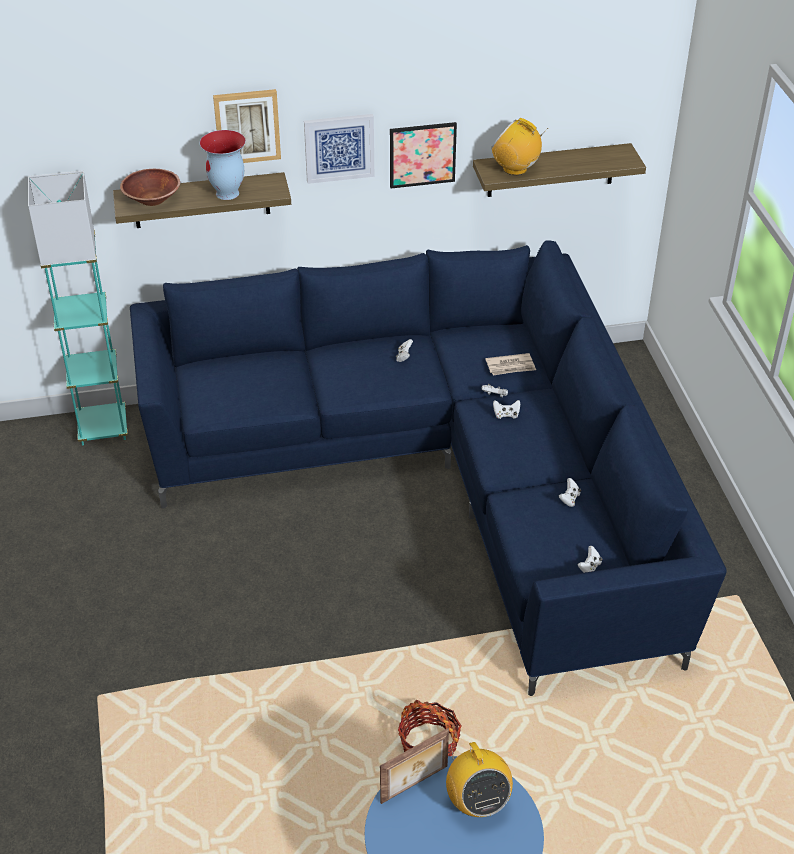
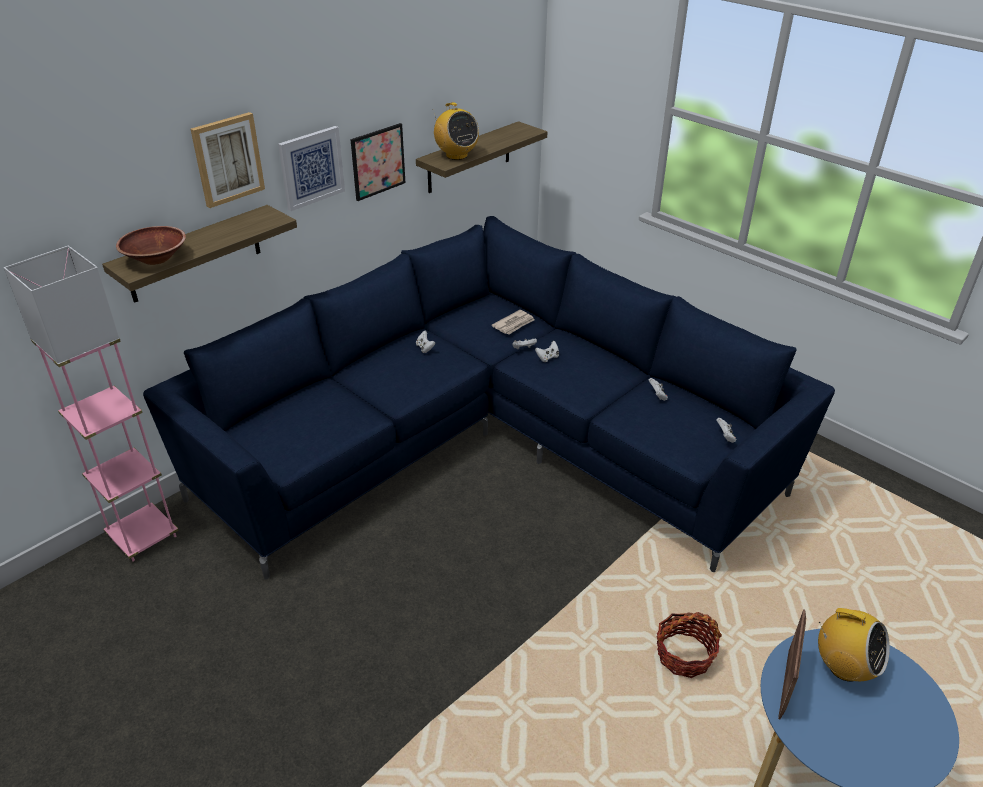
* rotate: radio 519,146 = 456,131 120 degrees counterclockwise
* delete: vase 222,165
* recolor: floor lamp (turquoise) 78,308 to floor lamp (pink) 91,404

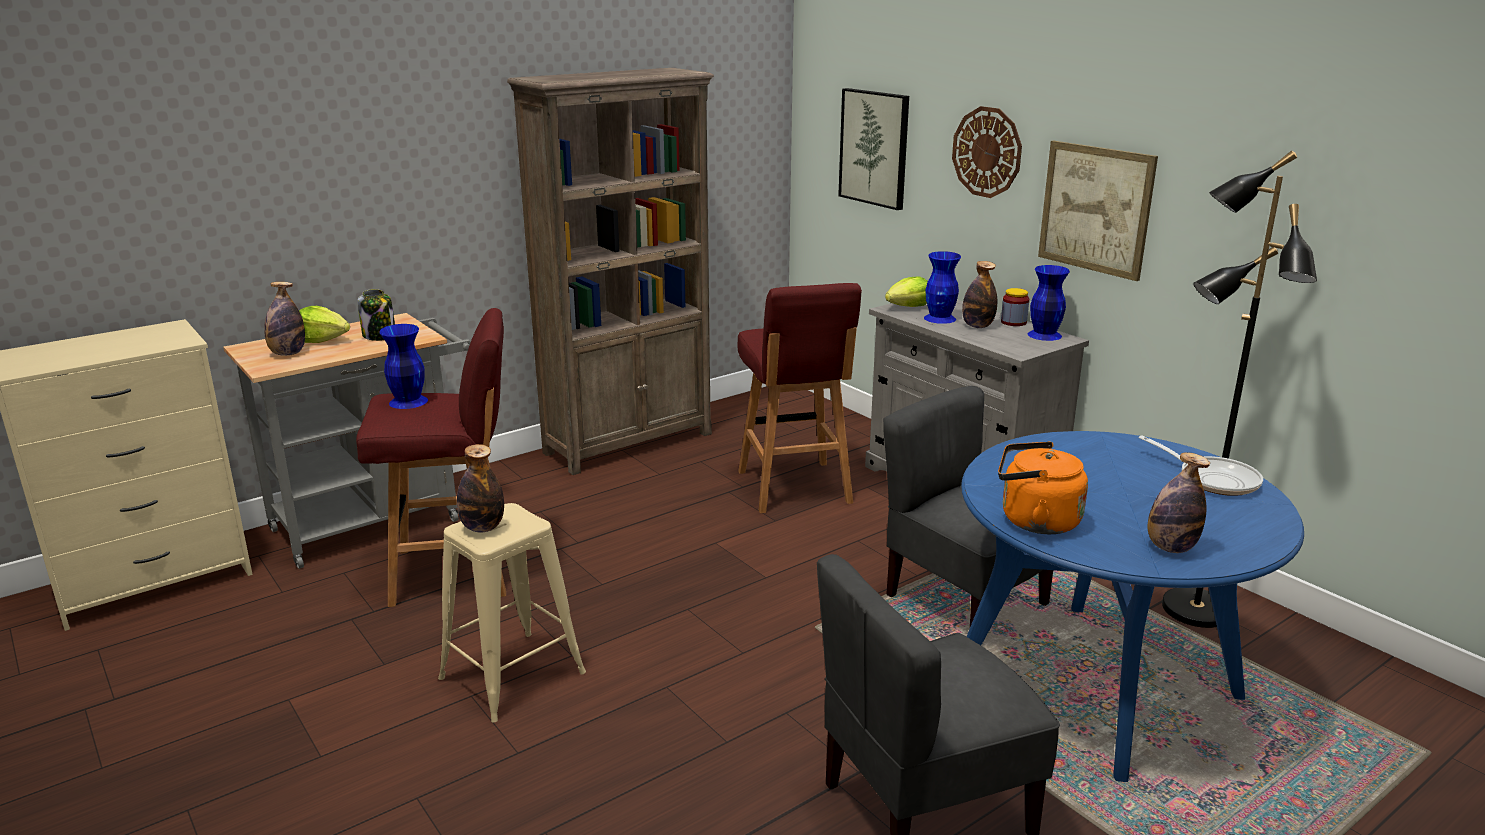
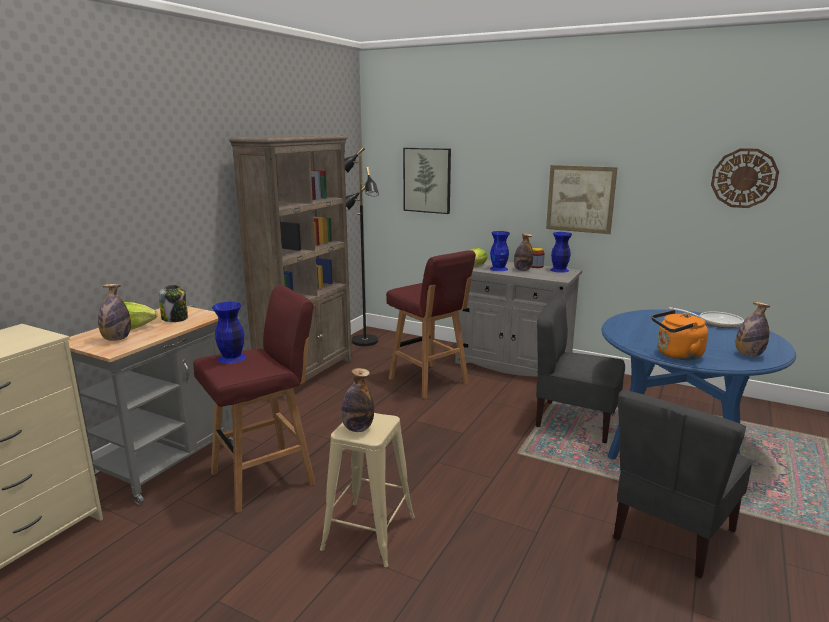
* move: wall clock 987,152 to 745,178
* move: floor lamp (black) 1239,389 to 362,246

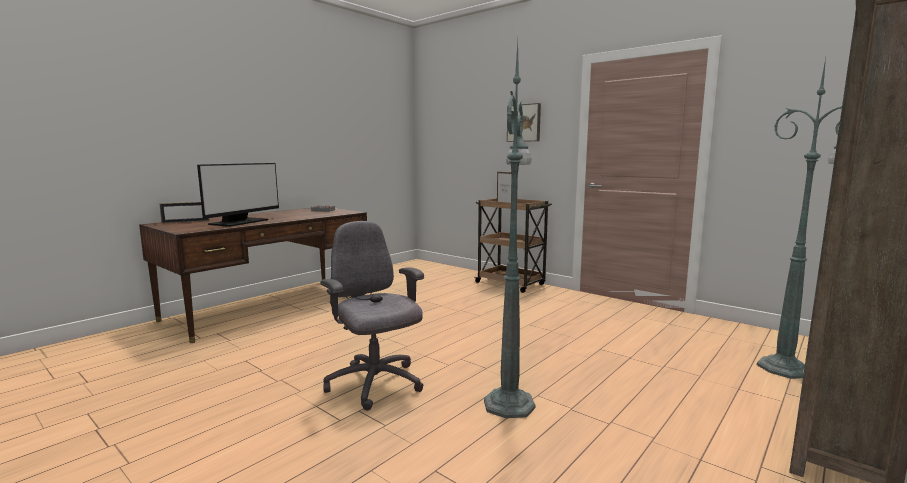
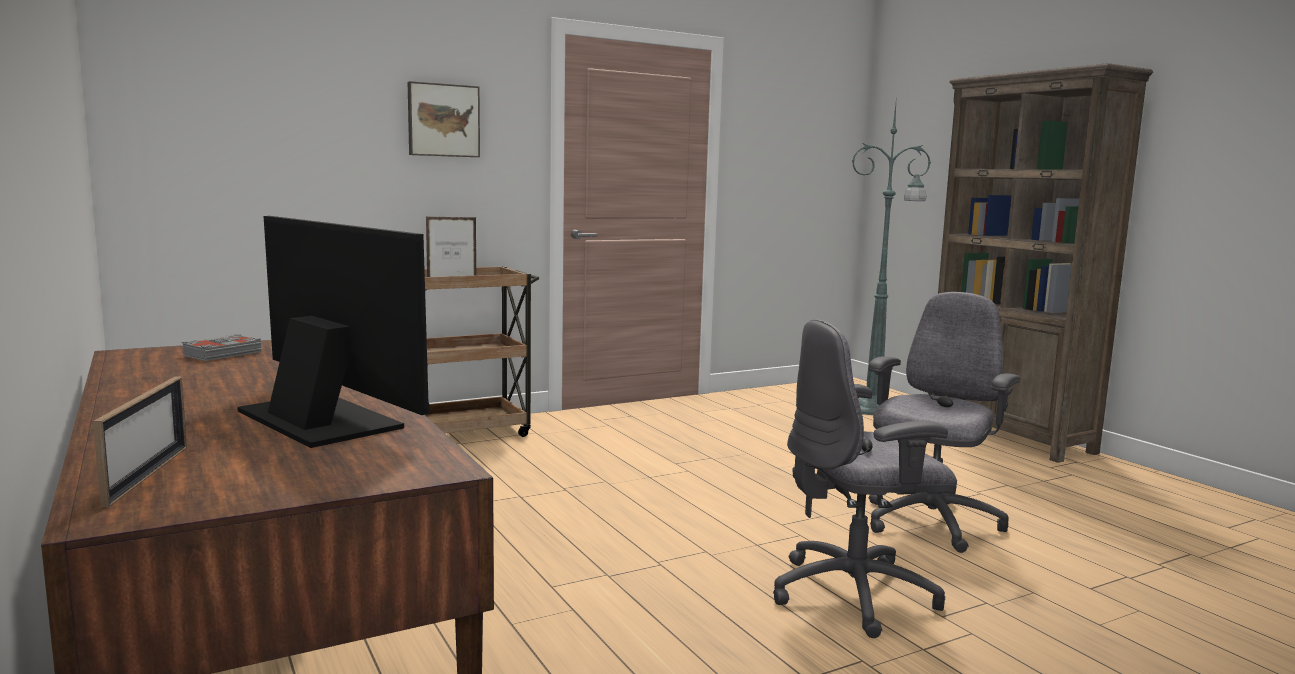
* replace: floor lamp (green) 509,229 to office chair (grey) 945,422

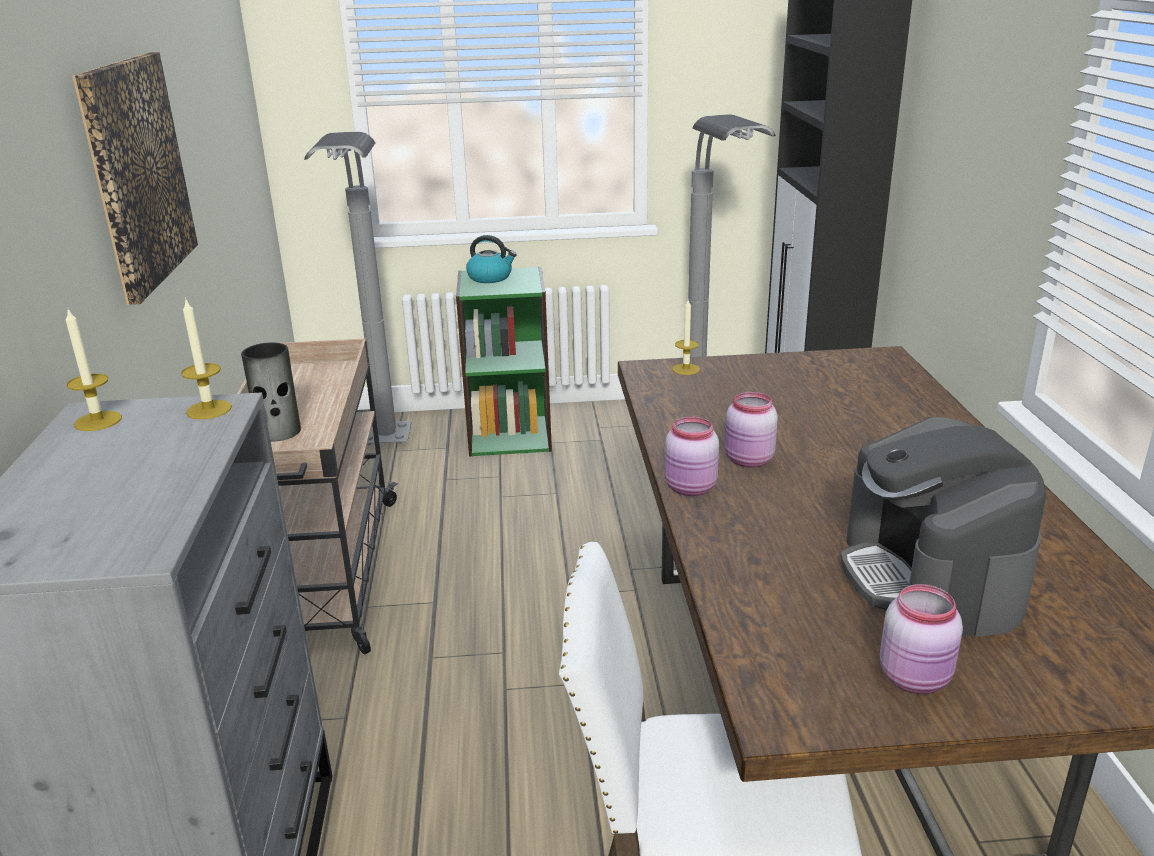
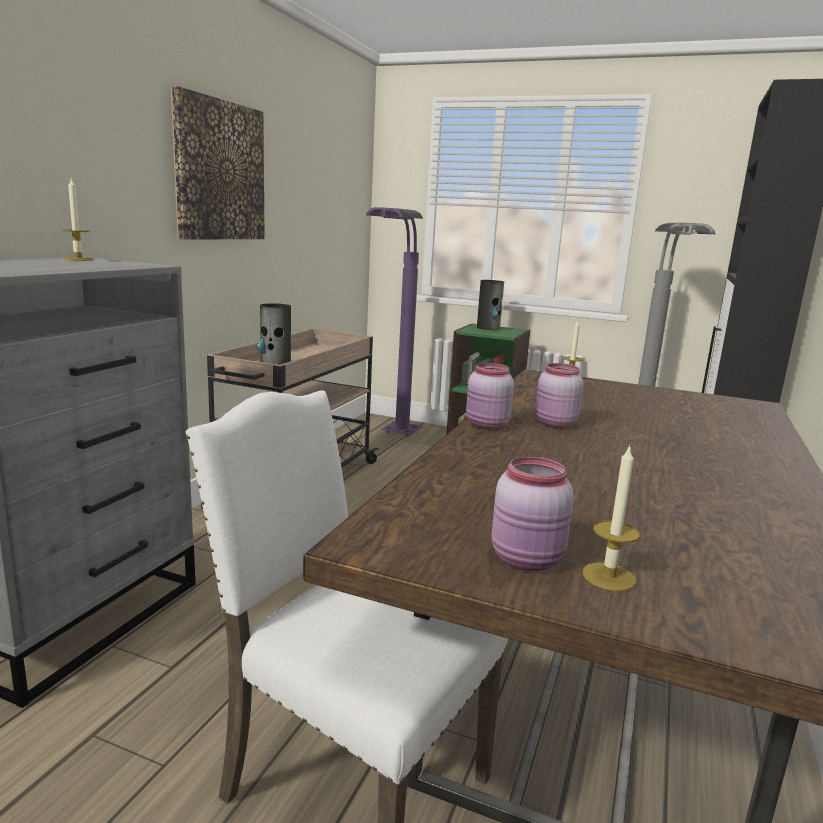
* recolor: floor lamp (grey) 358,289 to floor lamp (purple) 394,322
* replace: kettle 491,259 to vase 490,305
* move: candle 206,358 to 611,517
* delete: coffee machine 943,527

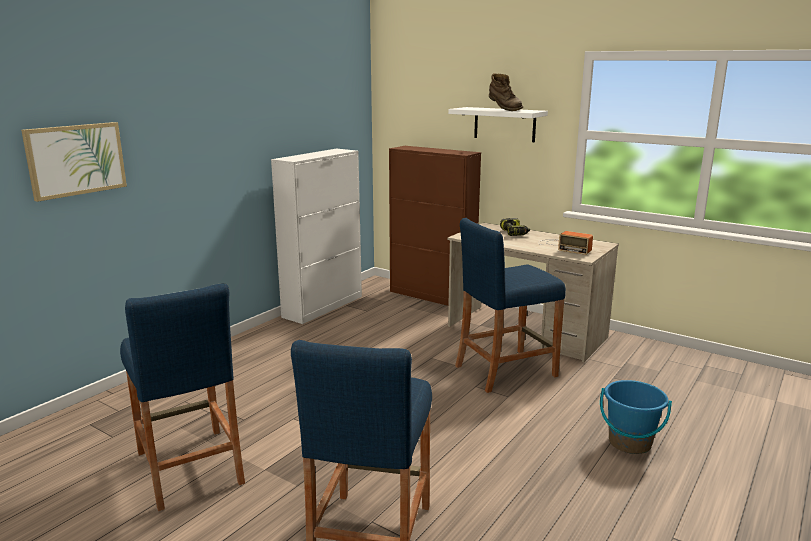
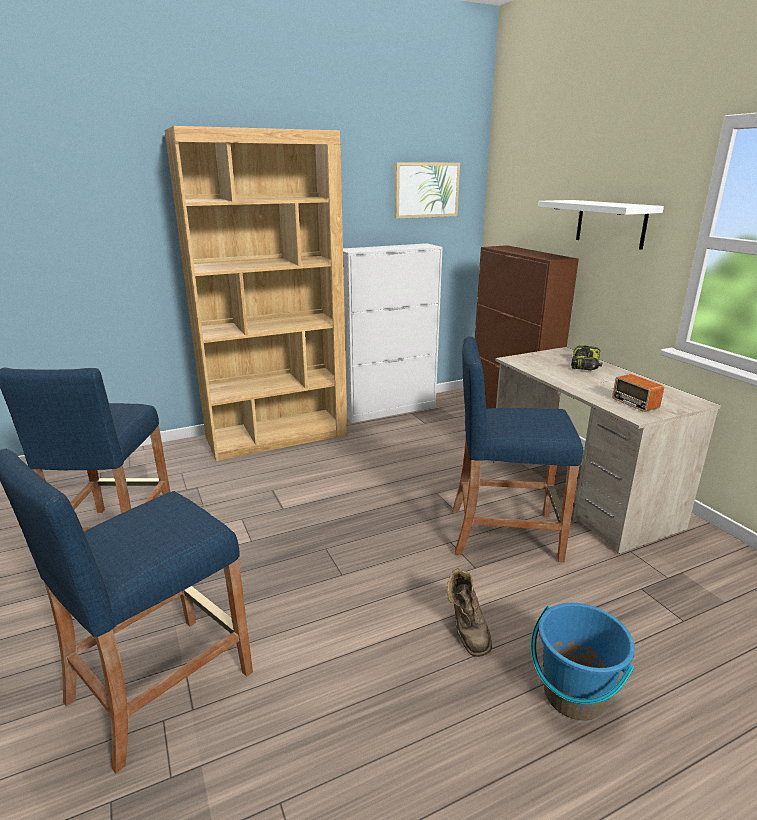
* move: boot (brown) 506,92 to 469,612
* move: picture 74,162 to 427,190
* insert: bookcase (brown) 256,293

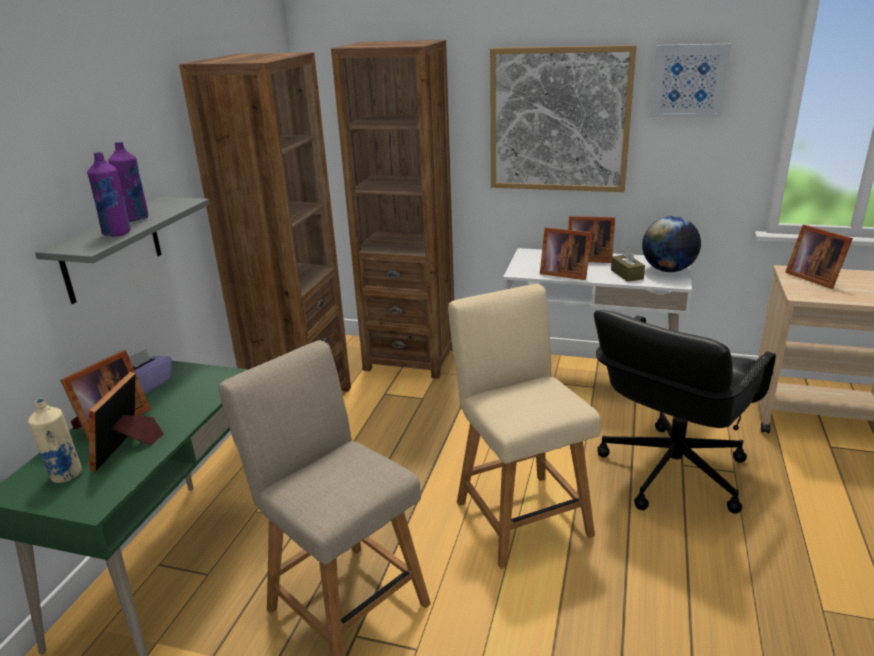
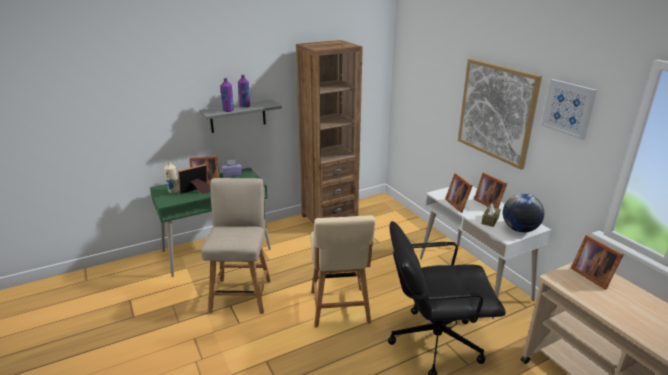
* delete: bookcase (brown) 392,209
* rotate: picture frame 819,257 = 597,262 45 degrees counterclockwise
* rotate: chair (beige) 524,426 = 343,271 150 degrees clockwise

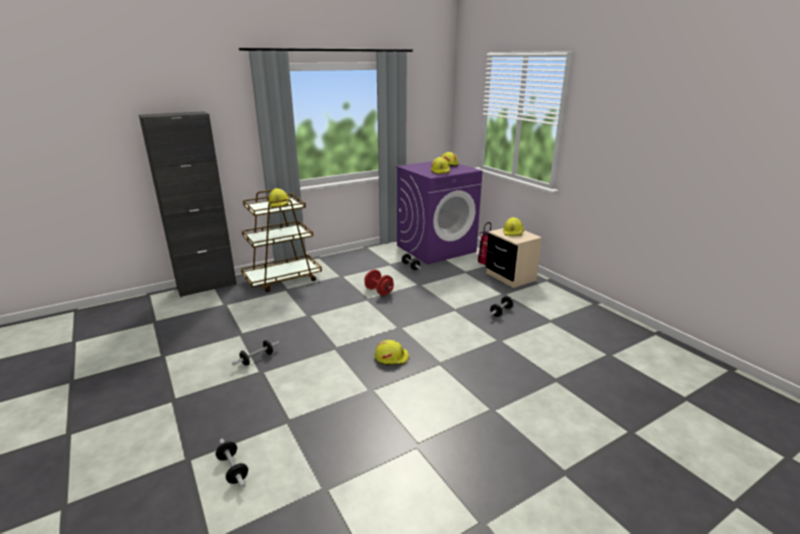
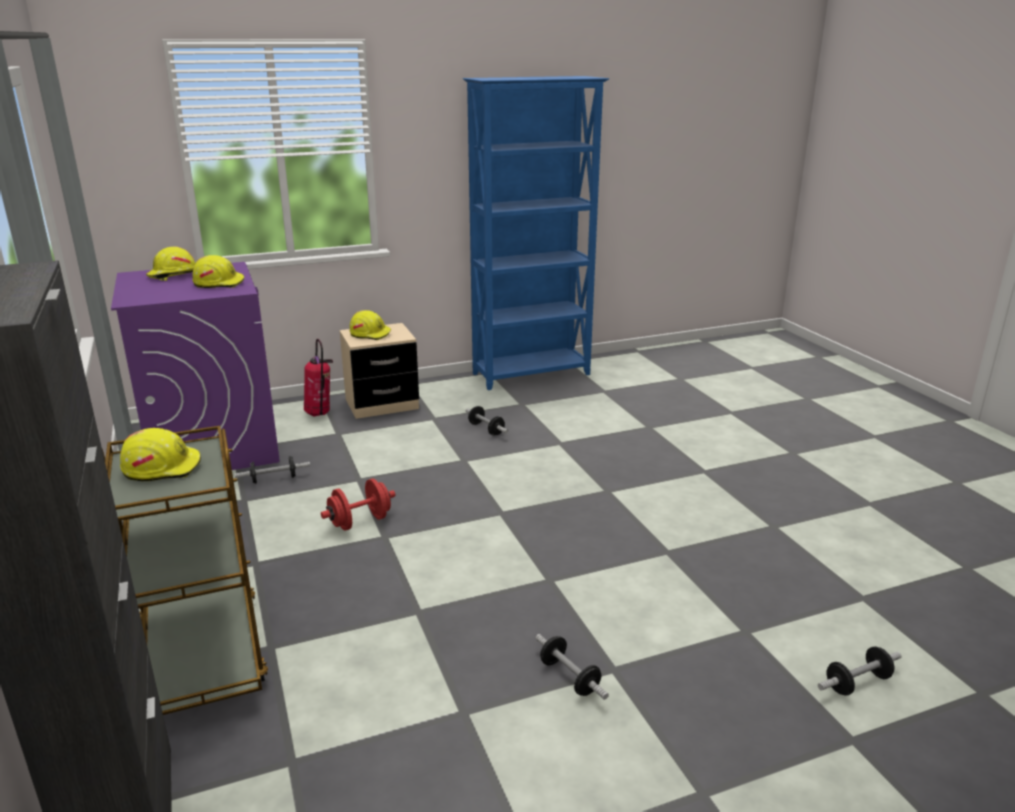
* delete: hard hat (yellow) 392,352
* insert: bookcase (blue) 536,233

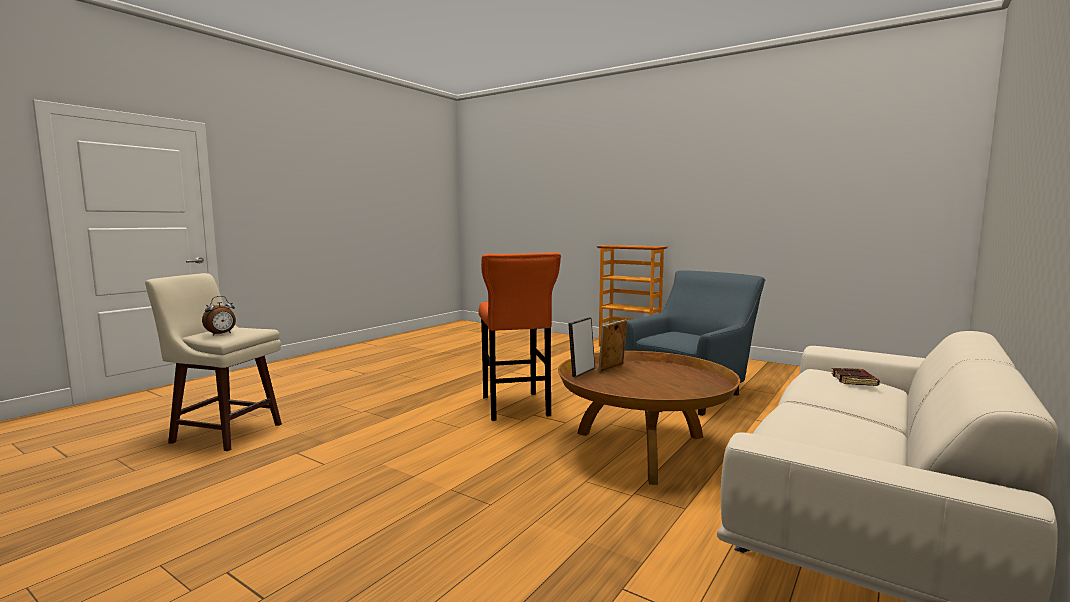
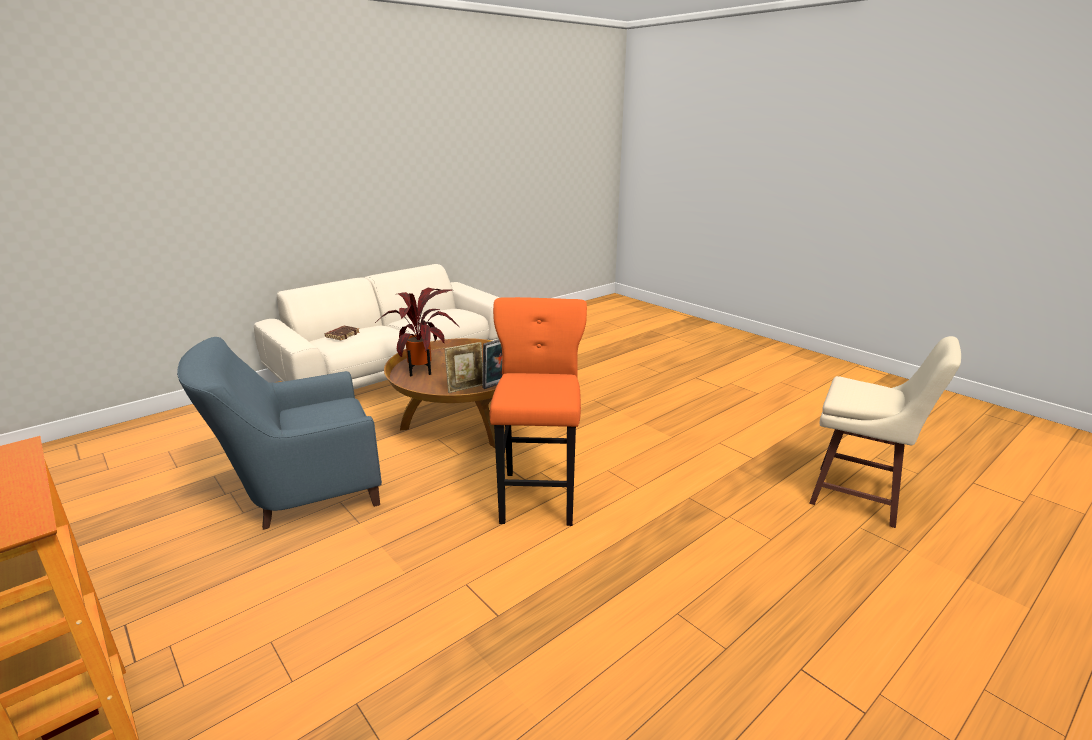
* delete: alarm clock 219,316
* insert: potted plant 417,332

